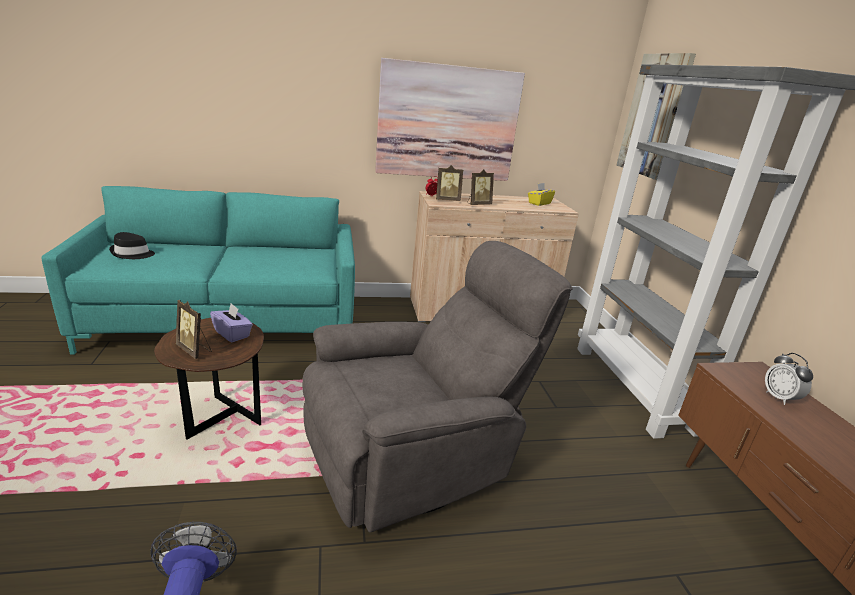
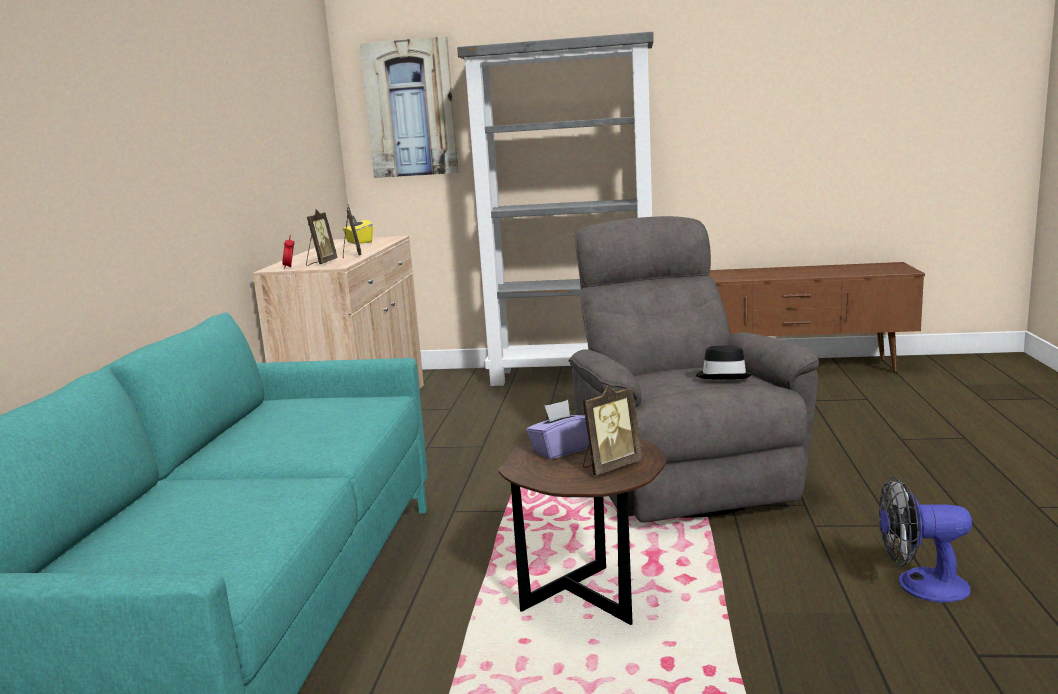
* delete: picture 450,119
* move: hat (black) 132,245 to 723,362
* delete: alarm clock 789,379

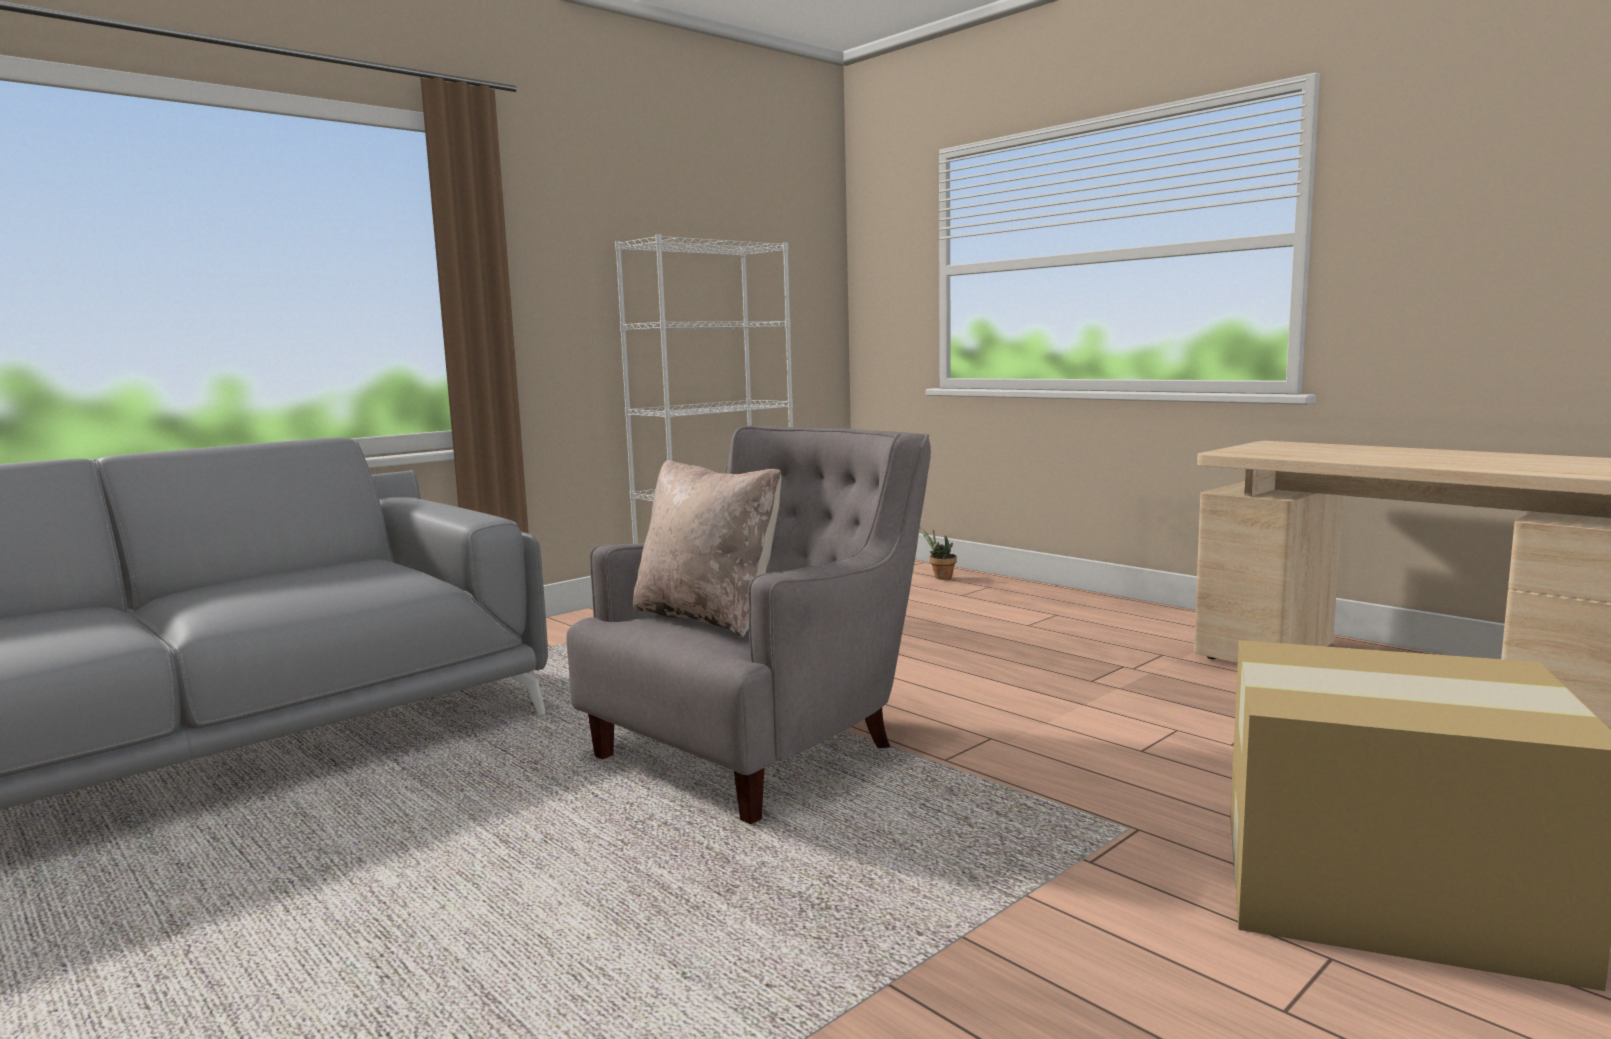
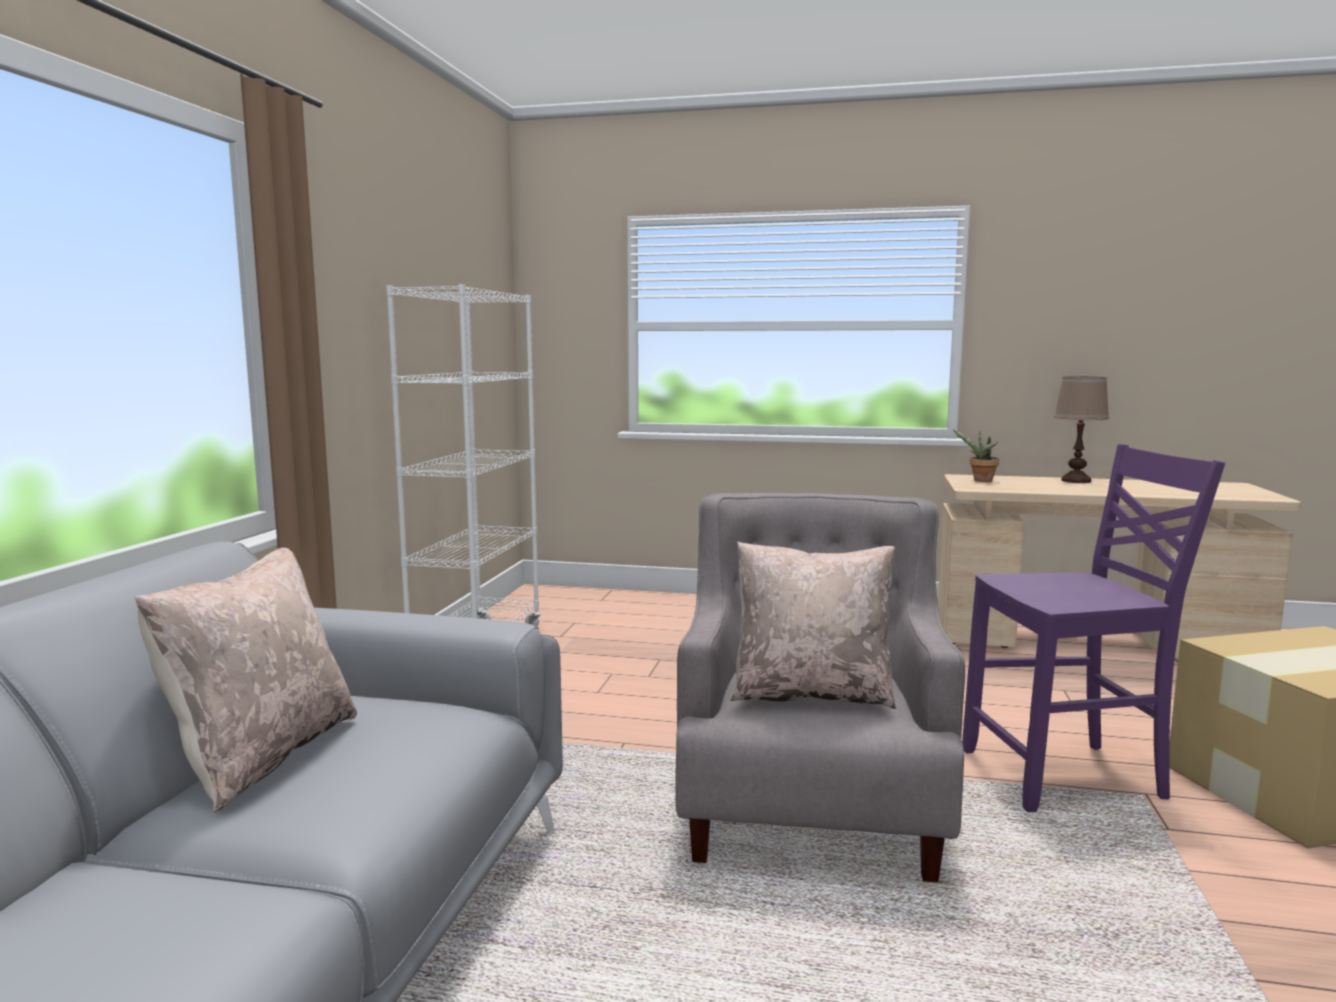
* move: potted plant 938,553 to 976,456
* insert: table lamp (brown) 1081,429
* insert: chair (purple) 1093,628
* insert: pillow (beige) 246,680

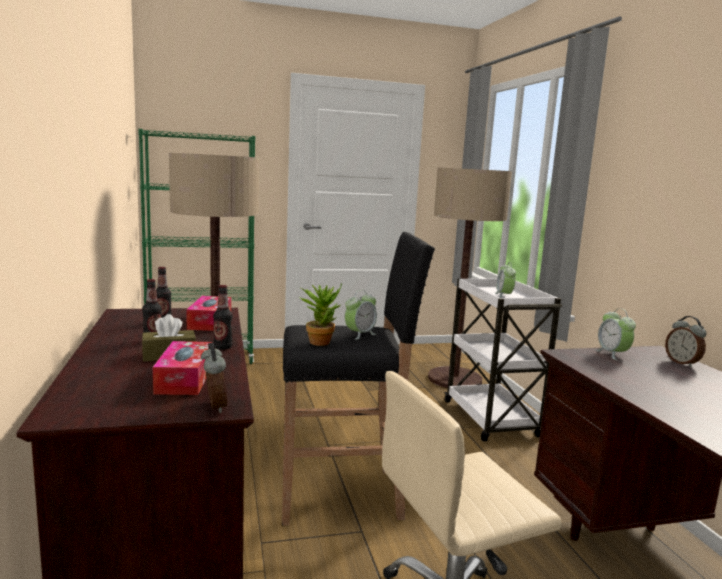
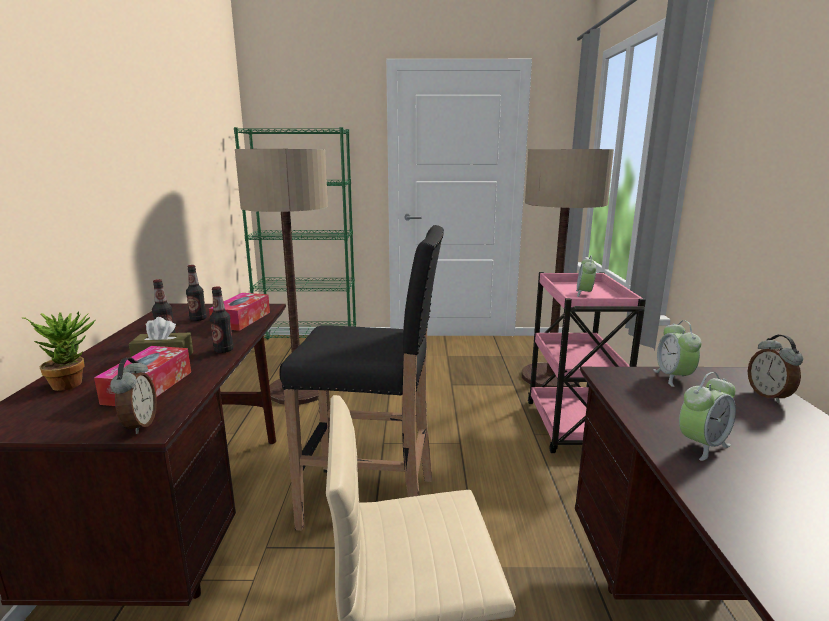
* recolor: cart (white) 503,359 to cart (pink) 587,362
* move: potted plant 320,315 to 59,351
* move: alarm clock 361,315 to 707,416

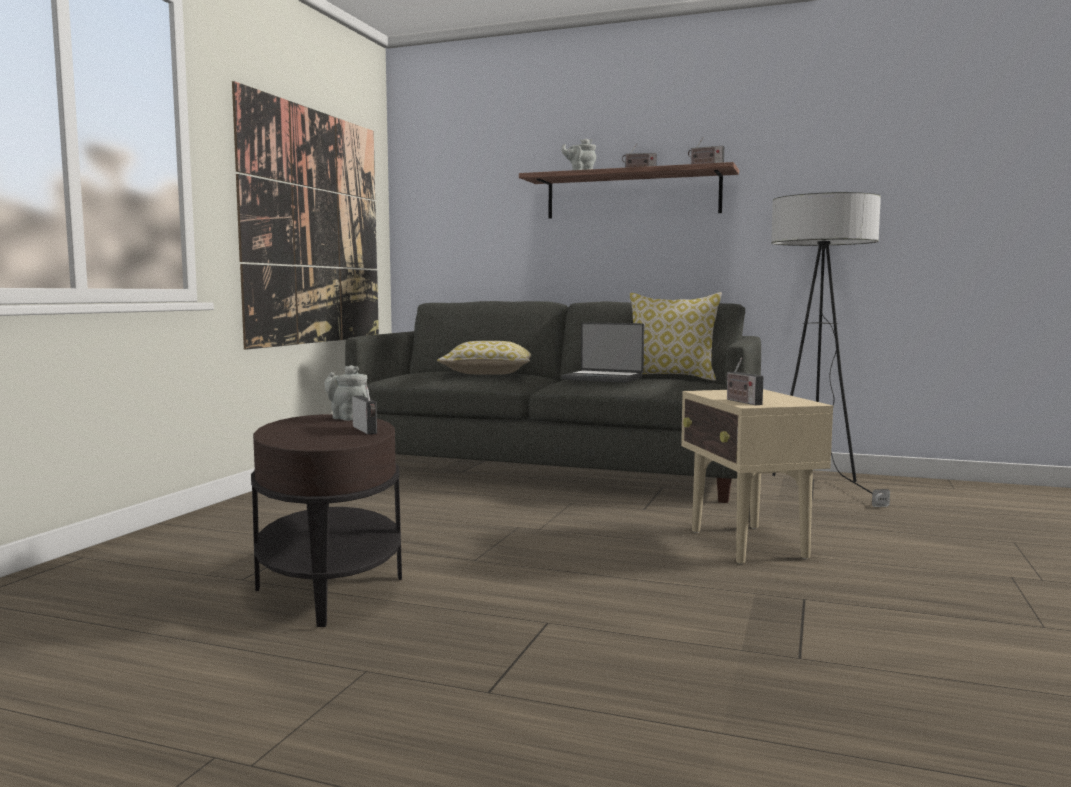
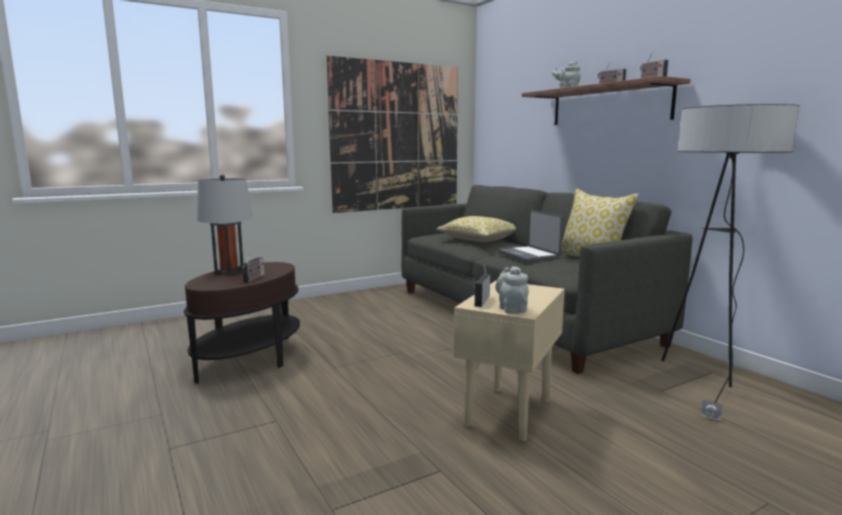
* move: teapot (grey) 346,393 to 512,290
* insert: table lamp (grey) 225,224

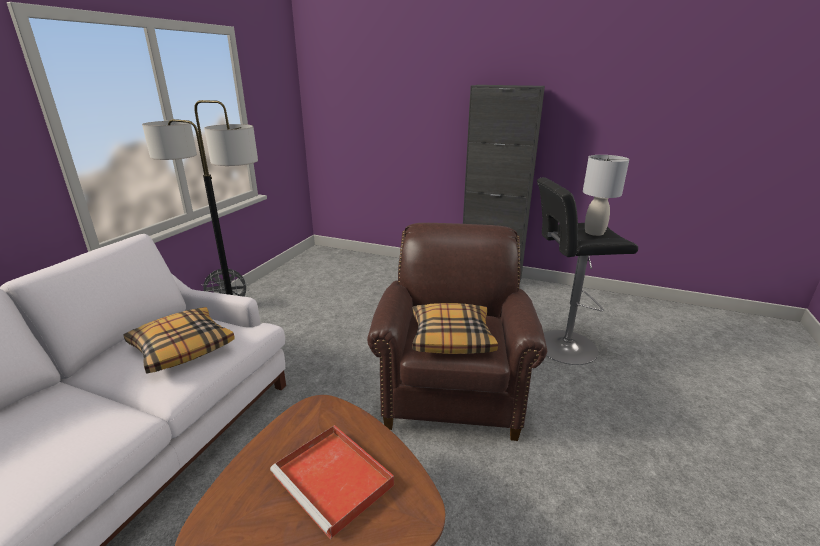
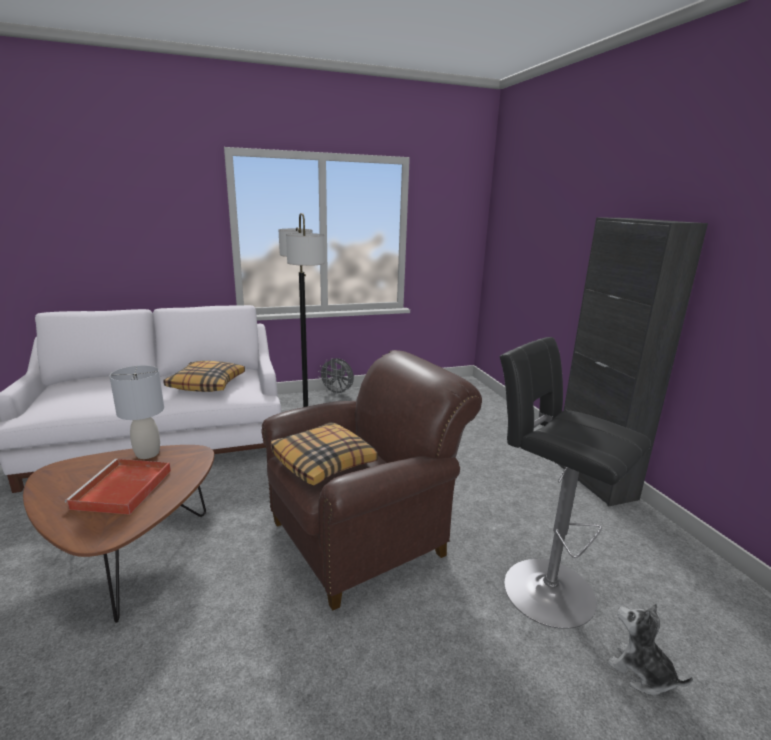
* move: table lamp (grey) 606,195 to 137,412
* insert: plush toy 650,649

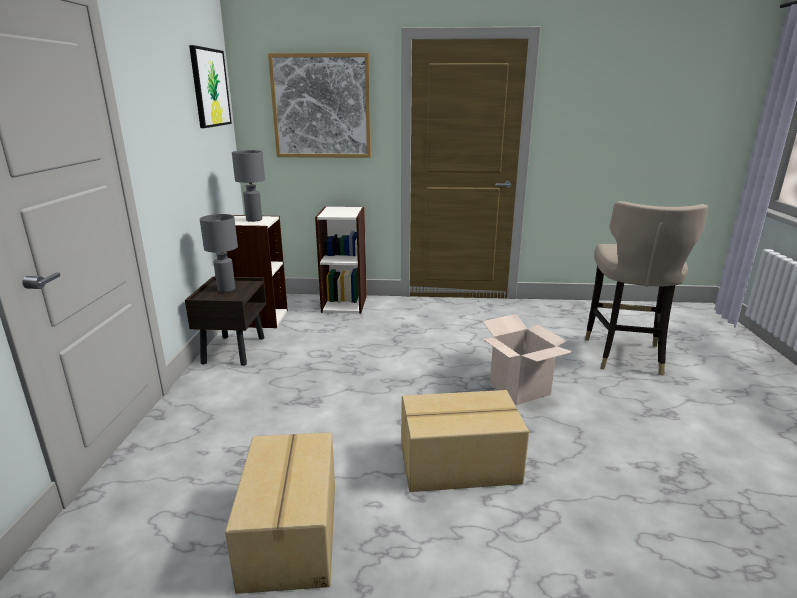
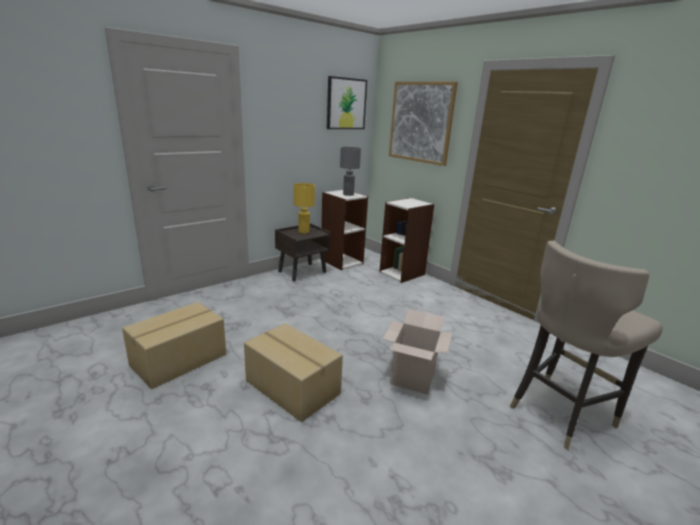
* recolor: table lamp (grey) 219,253 to table lamp (yellow) 304,208

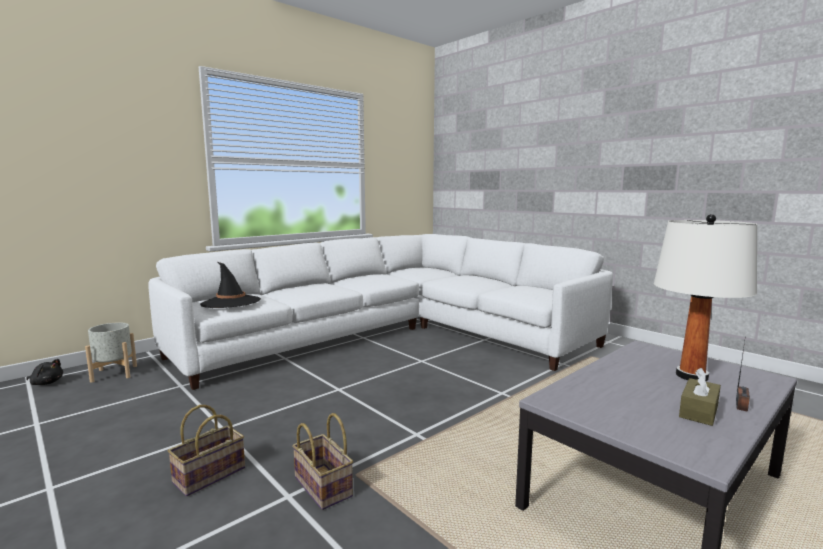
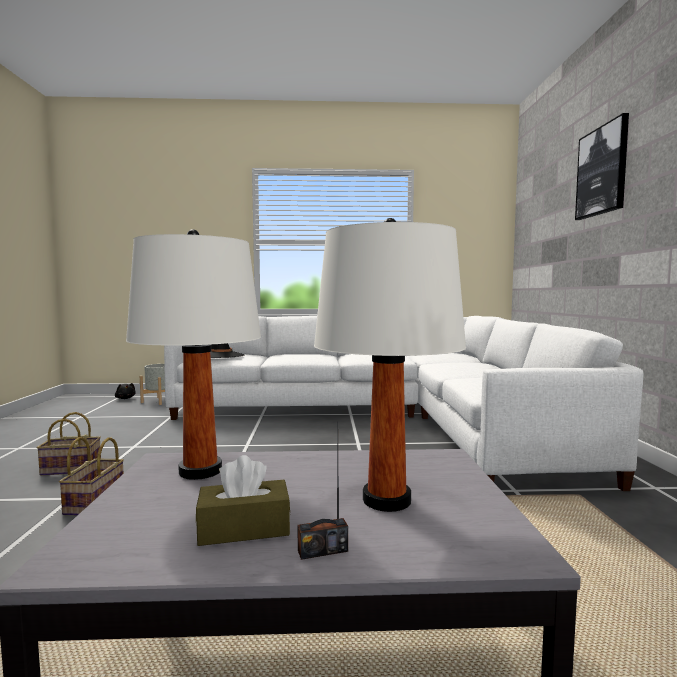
* insert: picture 602,166
* insert: table lamp (white) 193,354

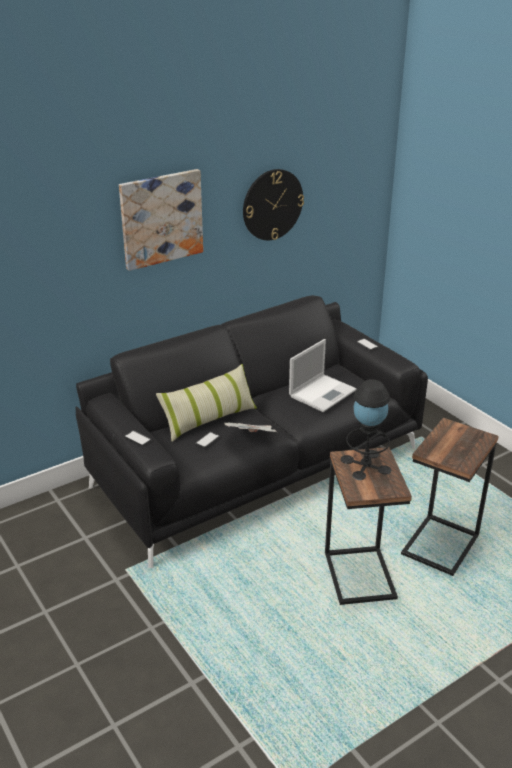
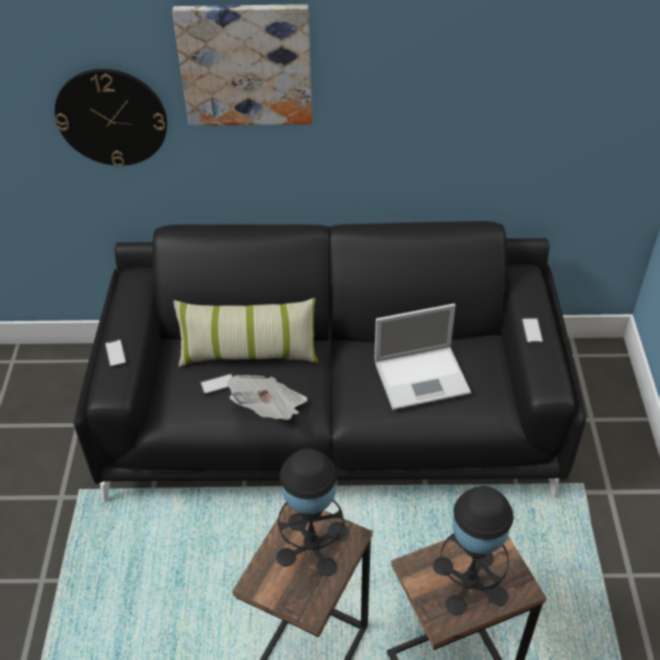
* move: wall clock 273,204 to 111,118
* insert: table lamp (black) 473,550

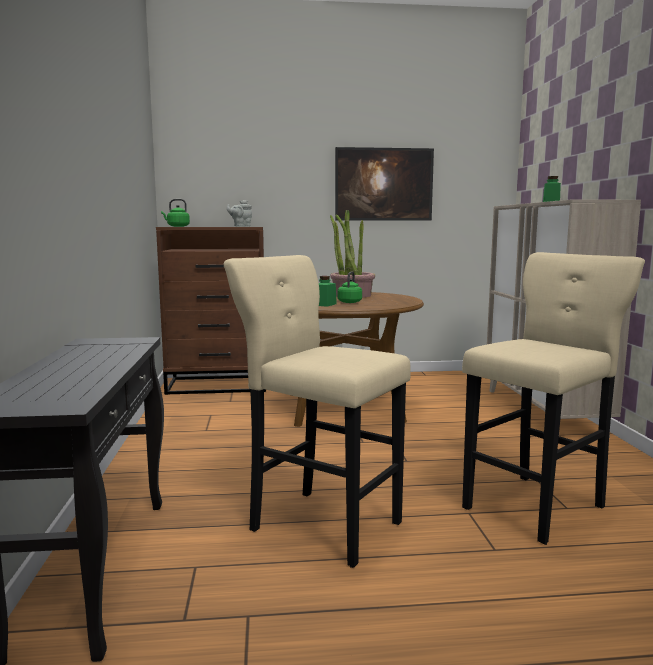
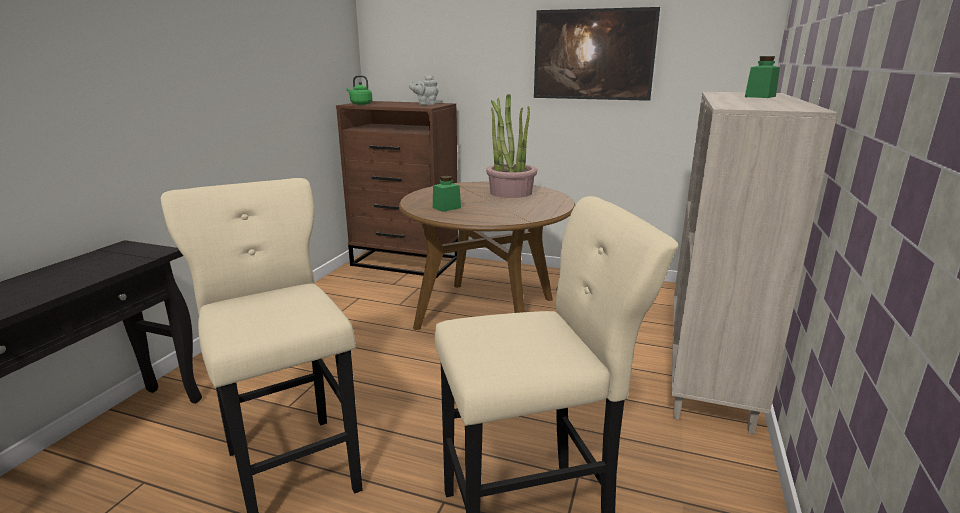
* delete: kettle (green) 349,287

